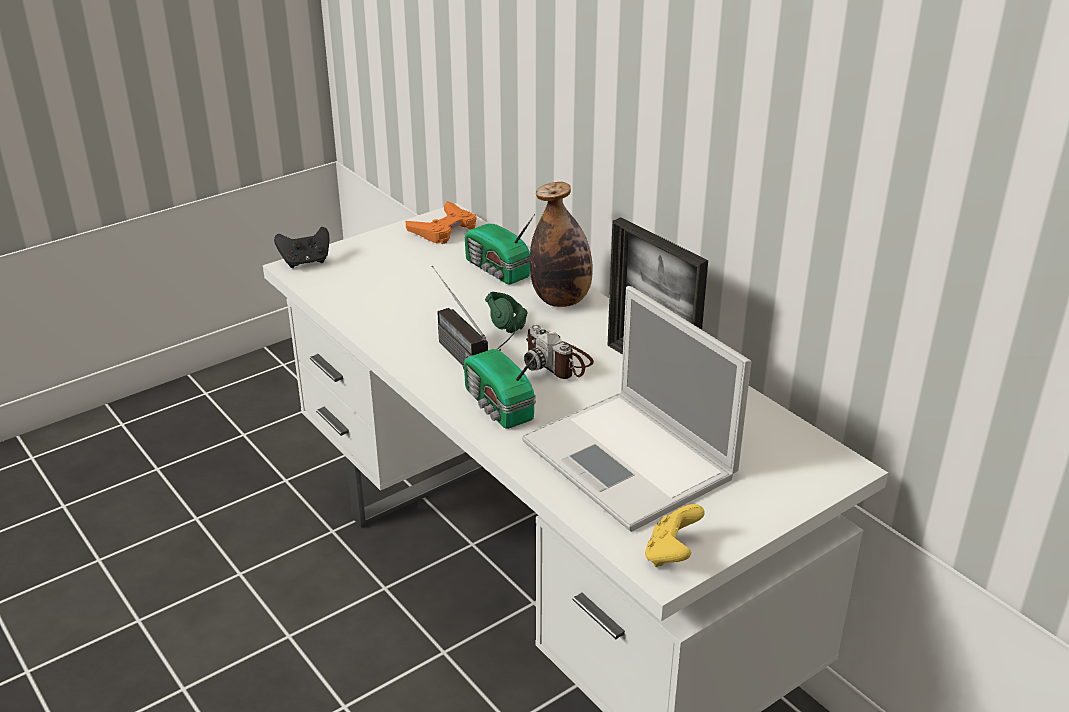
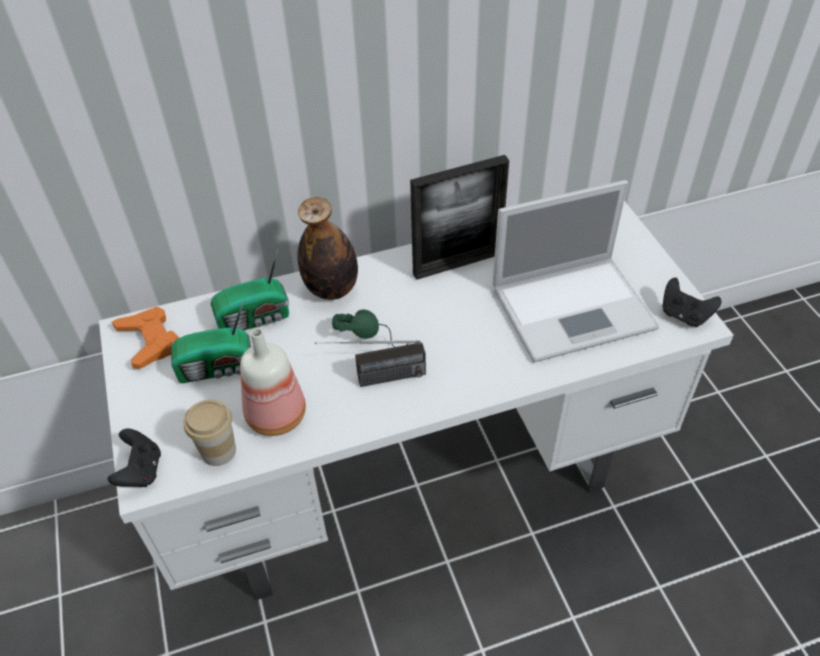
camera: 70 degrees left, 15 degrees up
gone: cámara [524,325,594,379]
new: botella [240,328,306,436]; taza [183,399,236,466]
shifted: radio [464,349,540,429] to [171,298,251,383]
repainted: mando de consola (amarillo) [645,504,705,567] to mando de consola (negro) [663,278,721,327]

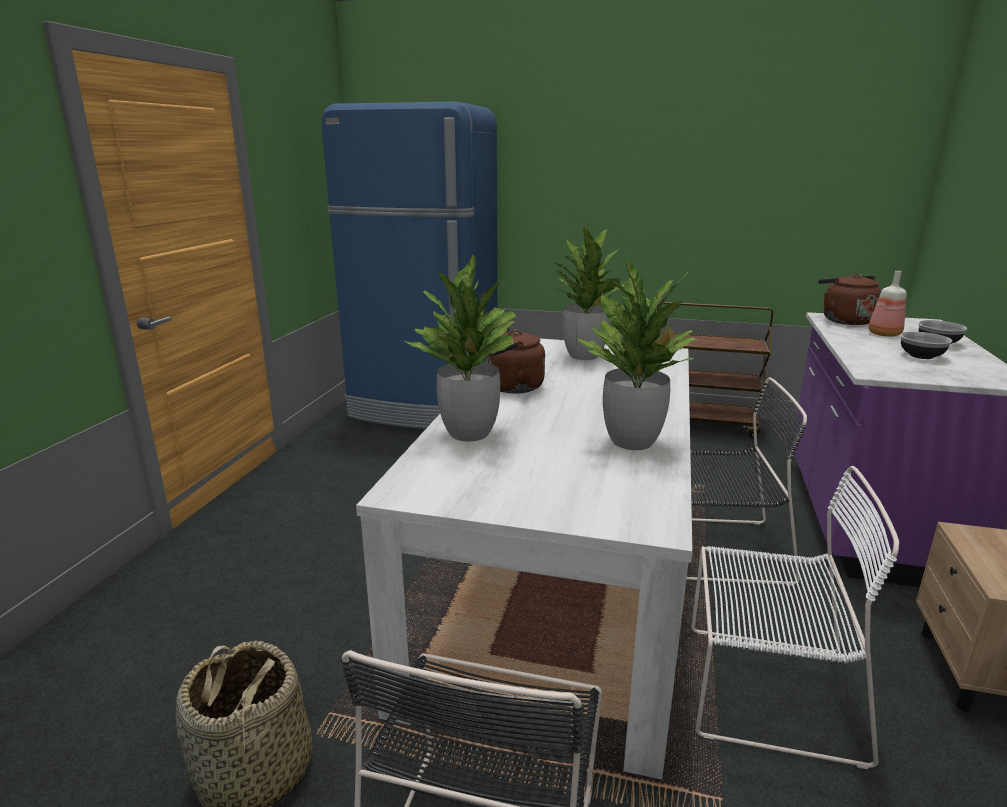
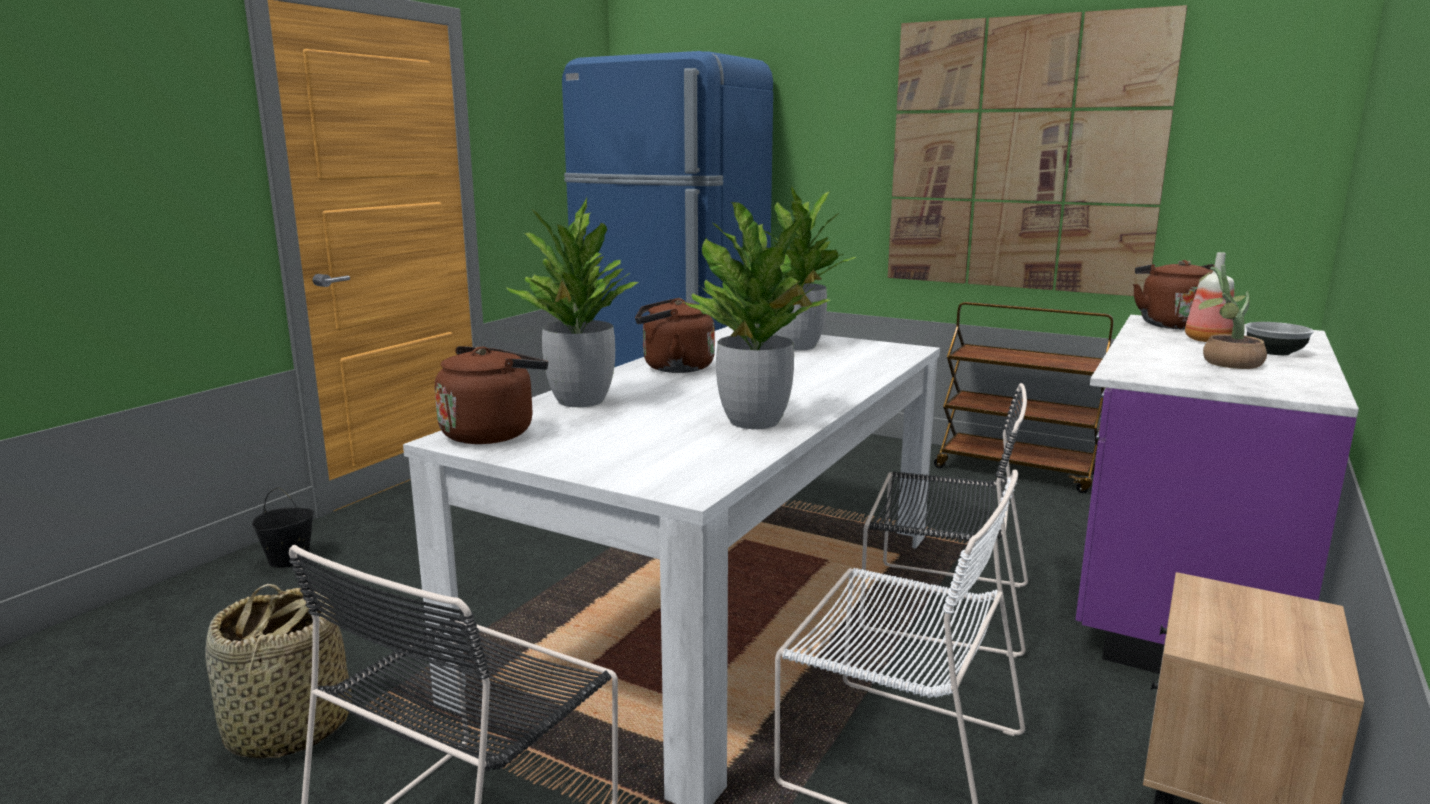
camera: 15 degrees right, 5 degrees down
new: cuadro [888,5,1187,296]; hervidor (marrón) [435,346,548,444]; cubo (negro) [252,487,314,568]
swapped: cuenco [900,332,952,359] to planta en maceta [1198,265,1267,369]

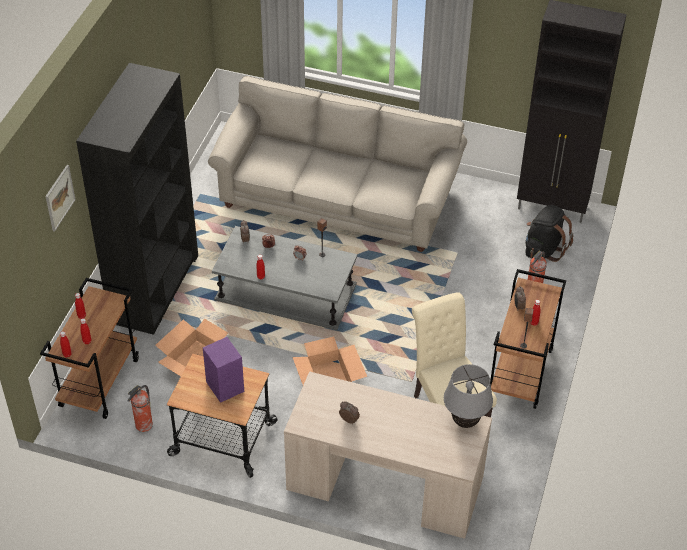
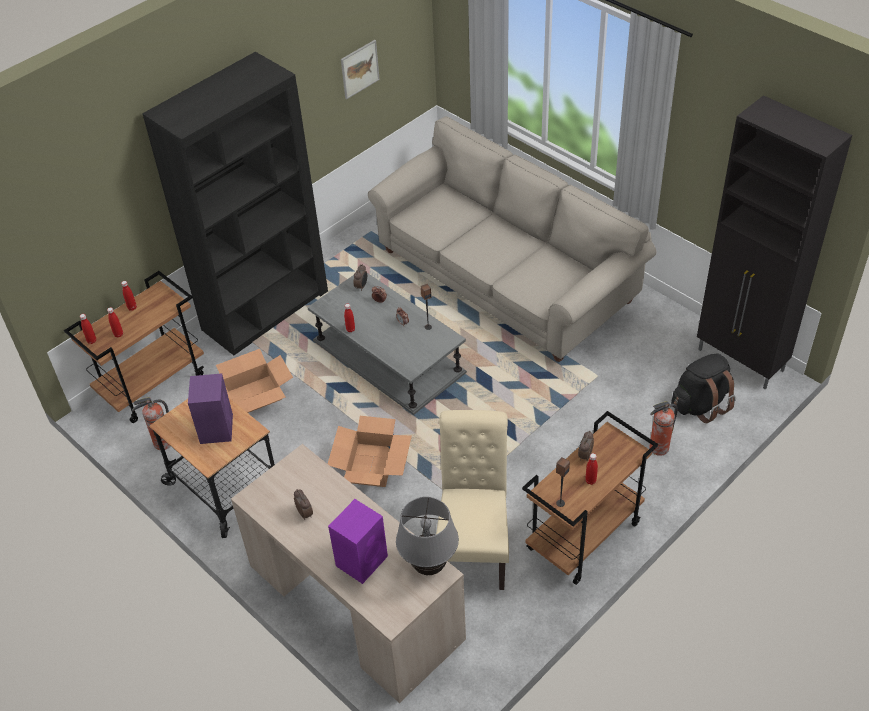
camera: 30 degrees right, 0 degrees up
new: altavoz (morado) [328,499,388,584]
shifted: cuadro [45,165,76,232] to [341,40,380,99]

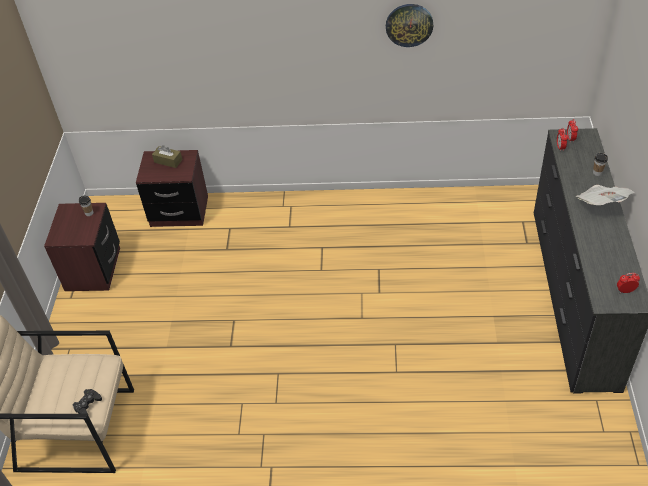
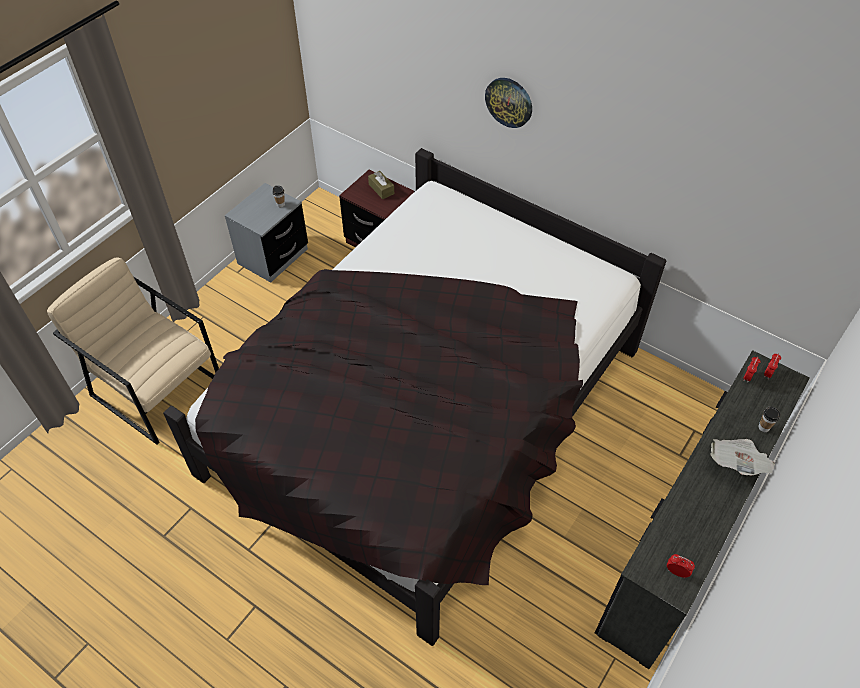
camera: 30 degrees right, 5 degrees up
gone: mando de consola (negro) [73,389,102,414]
new: cama (negro) [163,148,666,646]
shifted: reloj de pared [386,4,433,47] to [485,78,532,128]
repainted: mesita de noche (marrón) [44,203,120,291] to mesita de noche (gris) [225,183,308,283]

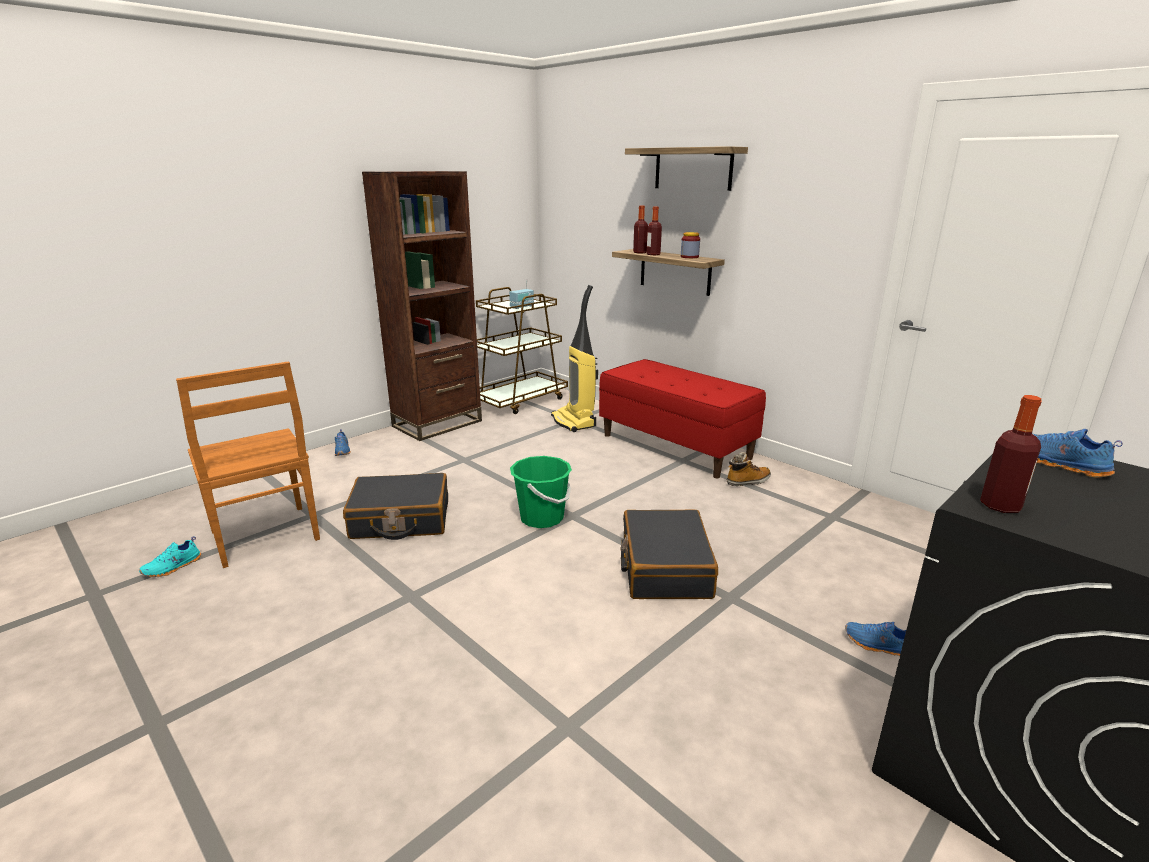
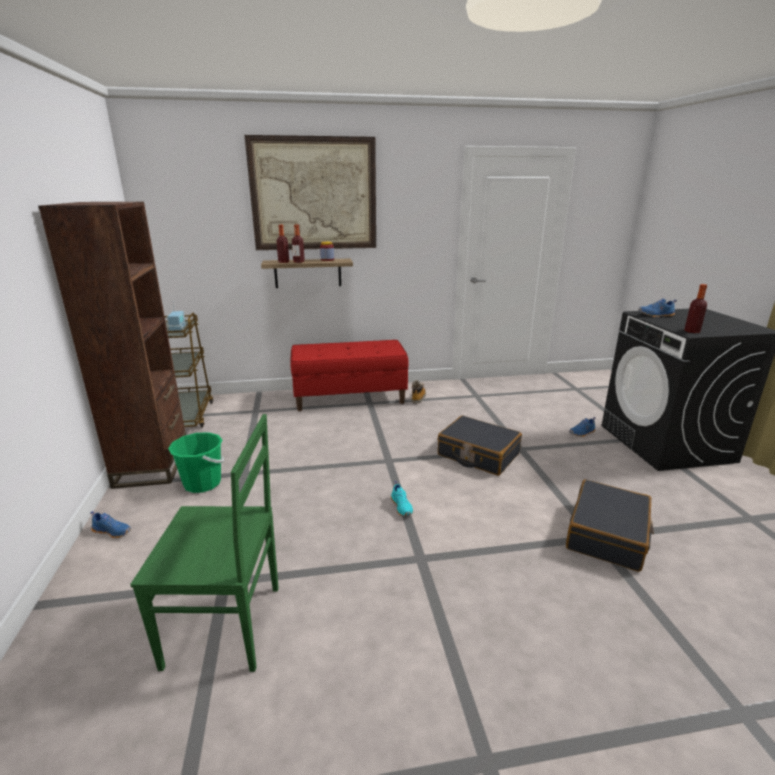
camera: 55 degrees left, 0 degrees up
gone: aspiradora [551,285,598,432]
shifted: cubo (verde) [510,456,572,528] to [168,432,224,493]; maleta (negro) [343,473,448,540] to [566,480,654,572]; zapato (turquesa) [139,536,201,577] to [391,481,413,516]
swapped: estante [625,146,748,191] to cuadro [244,135,376,250]
repainted: silla (marrón) [176,362,320,568] to silla (verde) [130,414,279,672]

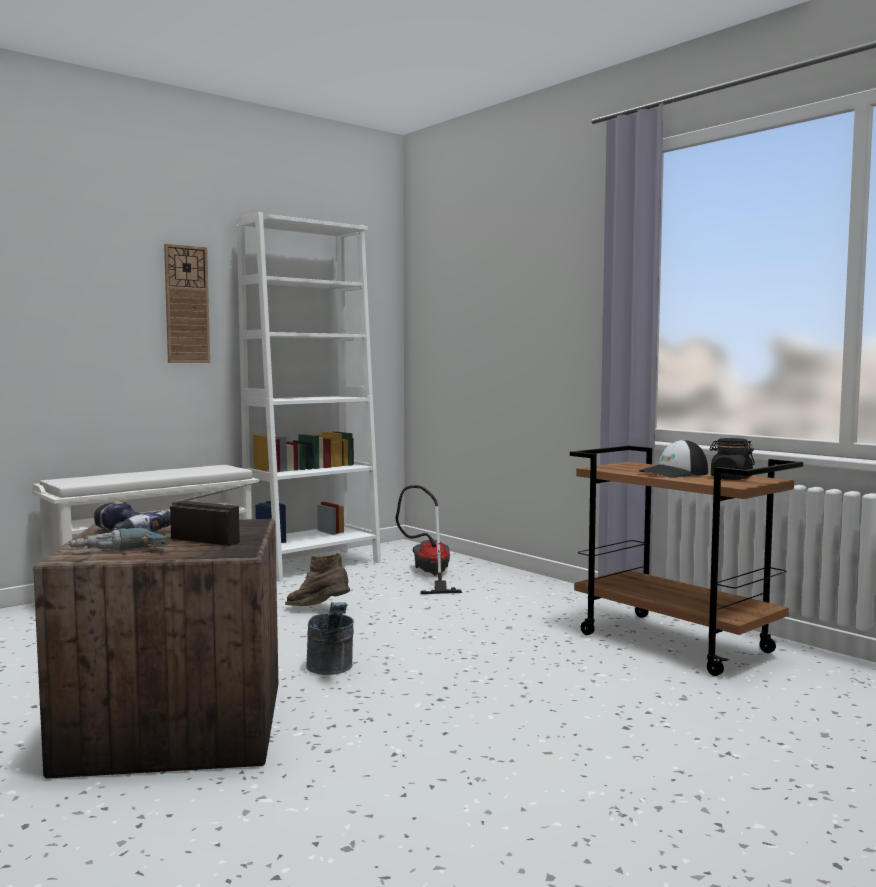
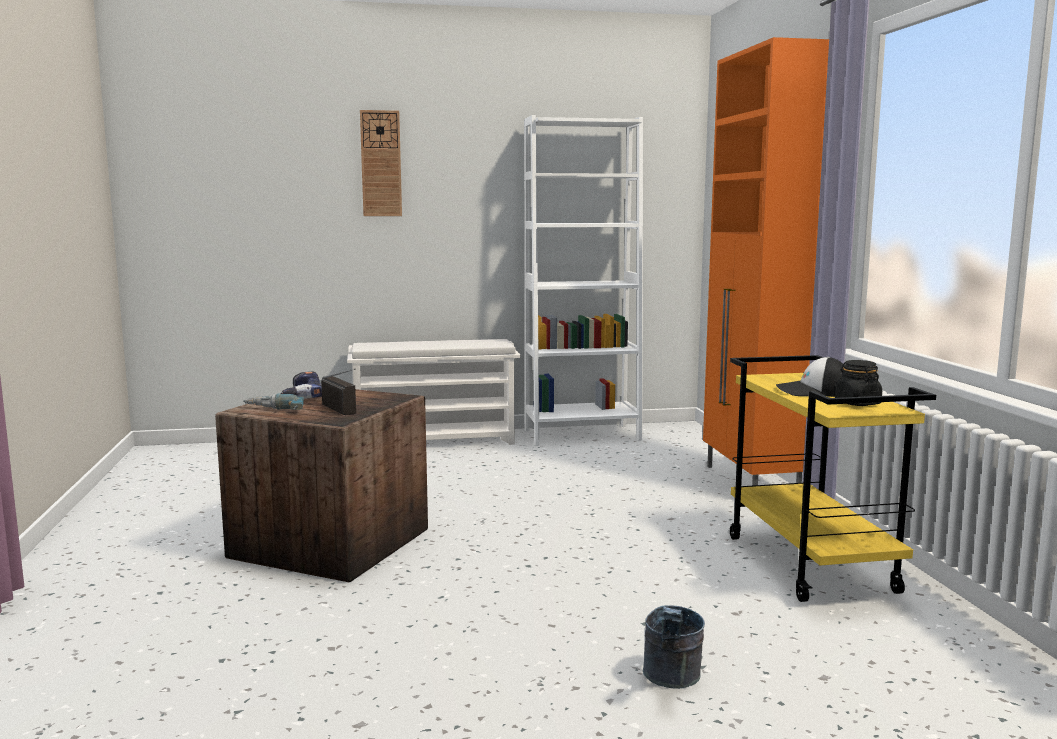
camera: 30 degrees right, 5 degrees up
gone: aspiradora [396,485,462,594]; bota (marrón) [285,553,350,606]
new: armario (naranja) [703,37,829,486]
shifted: reloj de pared [164,244,210,363] to [360,110,402,216]; cubo (gris) [306,602,354,675] to [643,605,705,689]
repainted: carrito (marrón) [570,446,803,676] to carrito (amarillo) [730,355,936,602]

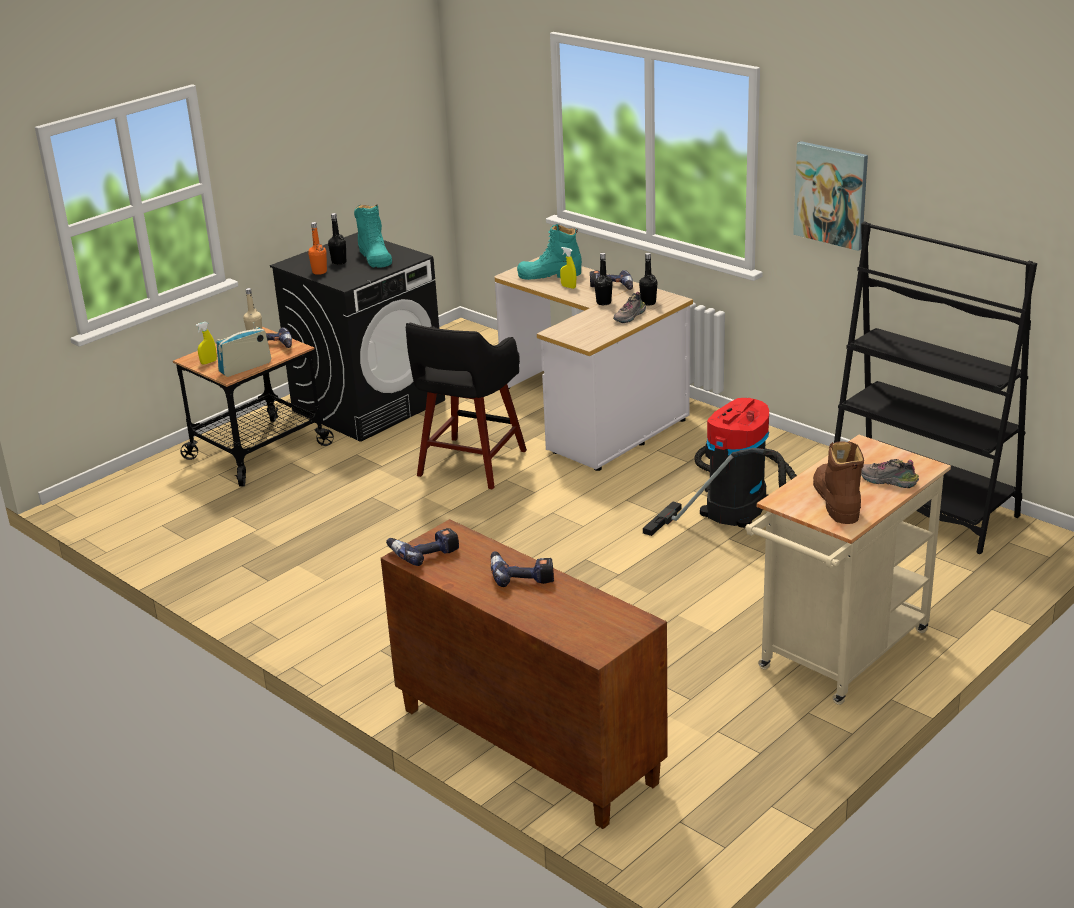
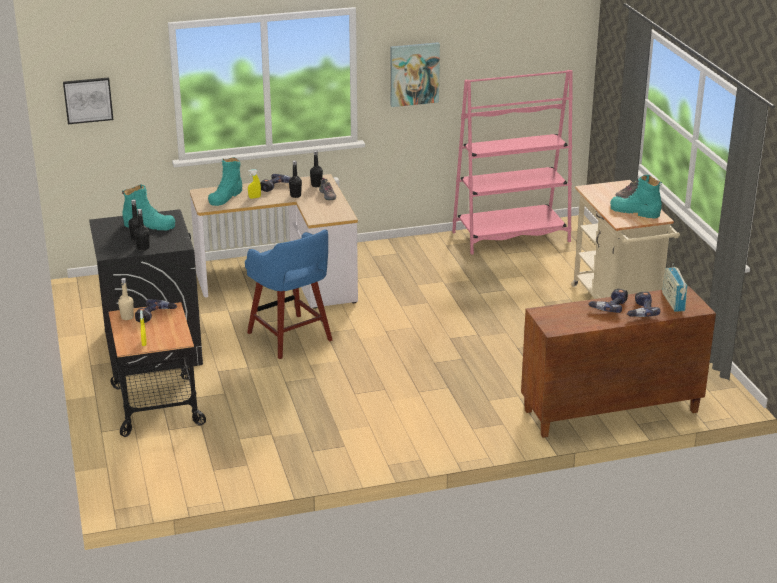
camera: 60 degrees left, 0 degrees up
gone: aspiradora [643,398,797,536]
new: cuadro [63,77,113,124]
shifted: radio [216,322,271,377] to [662,264,687,312]; taladro [386,528,459,566] to [627,292,660,317]
repainted: estantería (negro) [834,221,1037,554] to estantería (rosa) [452,70,573,255]; botella (naranja) [308,222,327,275] to botella (negro) [134,209,149,251]; taburete (negro) [406,322,527,489] to taburete (azul) [245,230,332,359]; bota (marrón) [813,441,864,524] to bota (turquesa) [610,175,662,219]

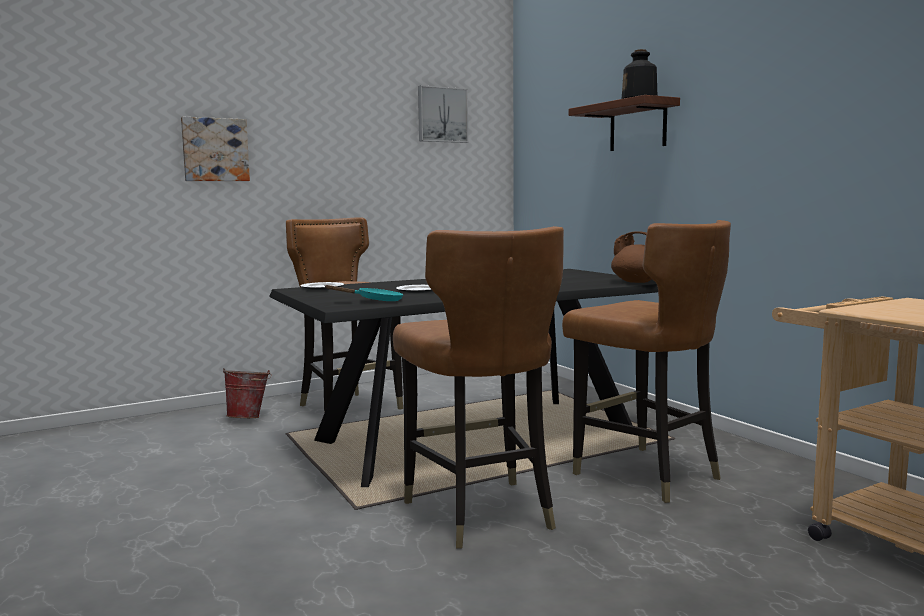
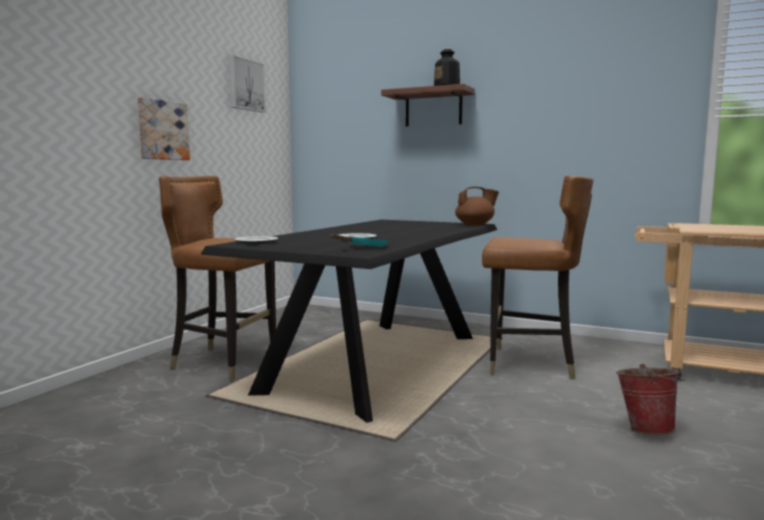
camera: 35 degrees left, 0 degrees up
gone: silla (marrón) [393,226,564,549]
shifted: cuadro [181,117,250,181] to [138,97,190,160]; cubo [223,368,272,418] to [616,364,685,435]

